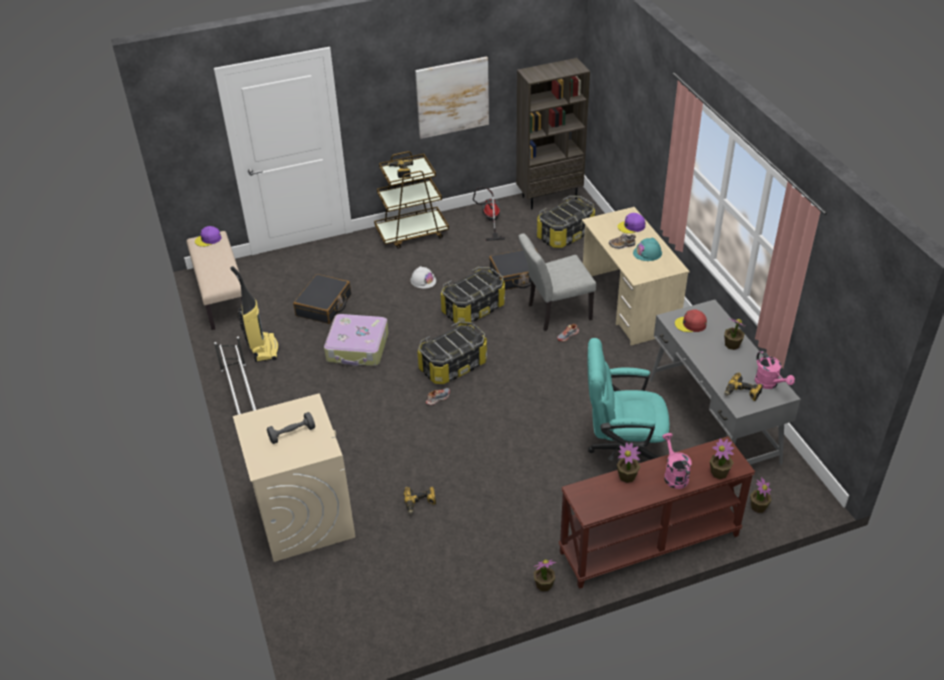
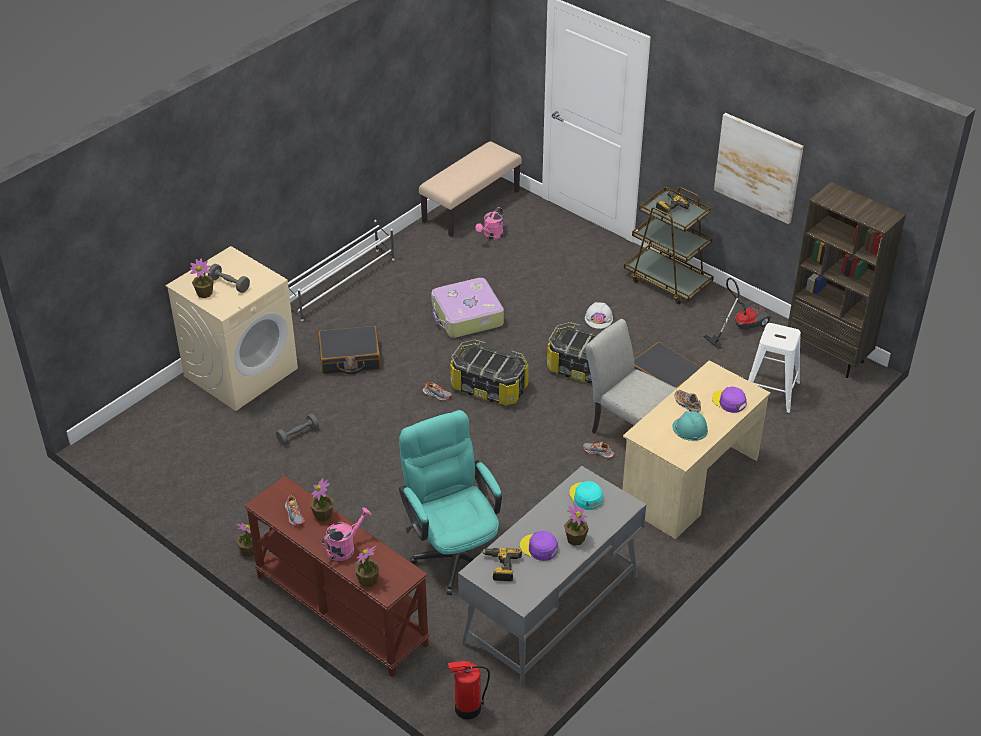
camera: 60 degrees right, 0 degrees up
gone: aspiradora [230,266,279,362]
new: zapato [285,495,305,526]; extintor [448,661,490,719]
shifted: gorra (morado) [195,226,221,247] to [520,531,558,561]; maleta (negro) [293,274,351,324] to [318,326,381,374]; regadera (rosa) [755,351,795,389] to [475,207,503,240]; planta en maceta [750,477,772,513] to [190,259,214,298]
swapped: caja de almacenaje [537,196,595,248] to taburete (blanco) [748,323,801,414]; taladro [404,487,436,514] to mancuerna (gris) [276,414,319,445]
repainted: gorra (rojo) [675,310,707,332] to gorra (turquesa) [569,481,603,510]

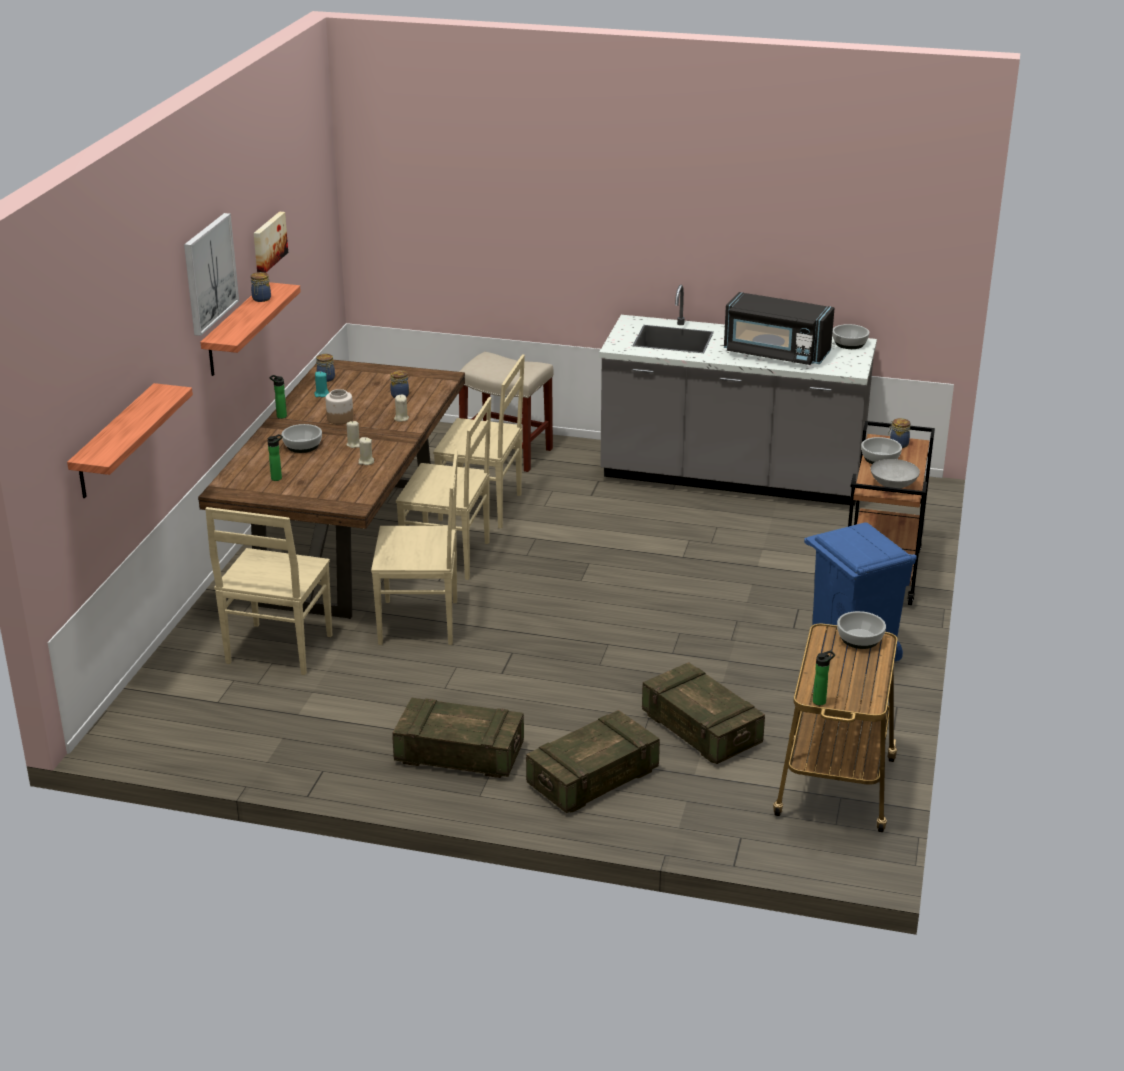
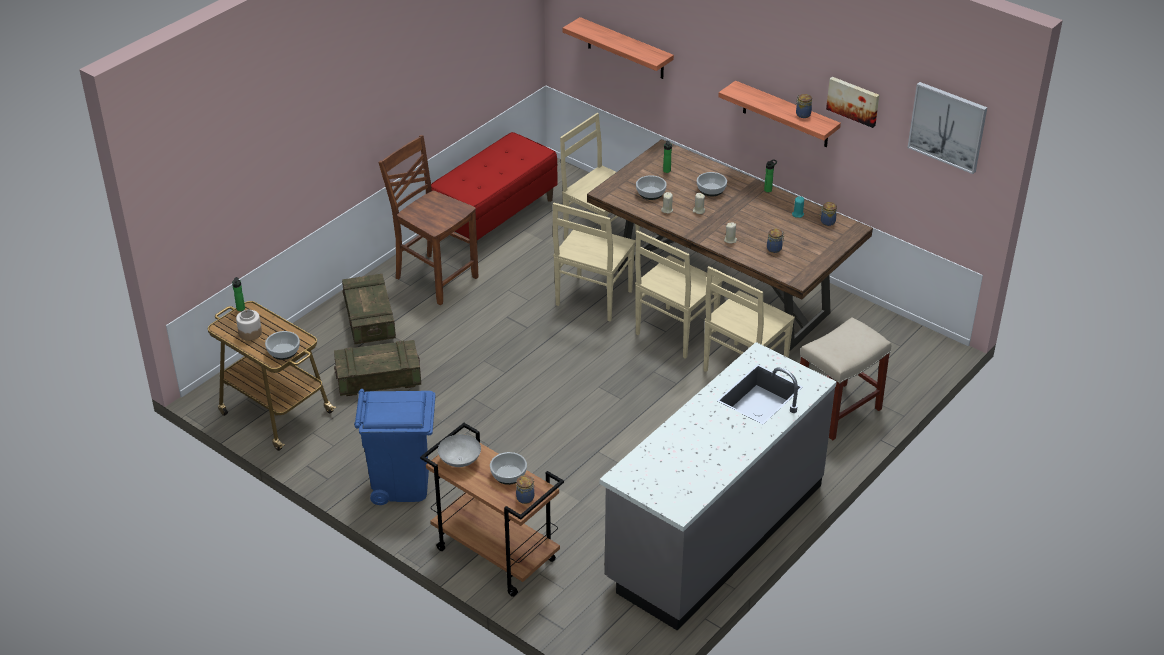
camera: 115 degrees right, 10 degrees up
gone: microondas (negro) [724,292,835,365]
new: banco (rojo) [431,132,558,240]
shifted: cuadro [184,213,239,336] to [907,82,987,174]; cuenco [832,324,869,349] to [636,175,667,200]; tarro [325,389,354,424] to [236,310,262,341]
swapped: caja de embalaje [392,698,524,778] to silla (marrón) [378,135,479,305]

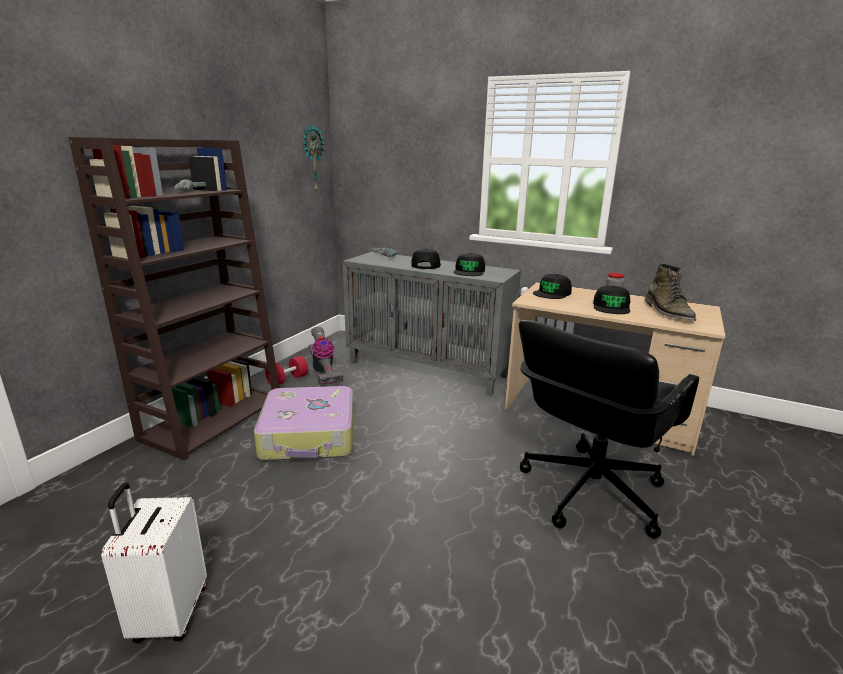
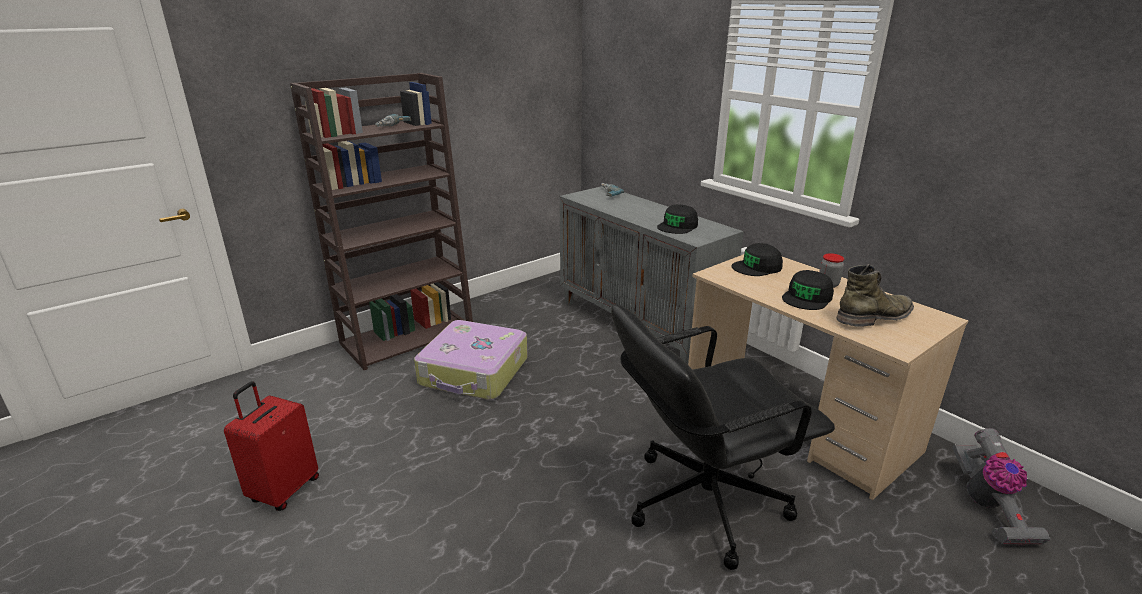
camera: 25 degrees right, 5 degrees up
gone: reloj de pared [302,124,324,193]; gorra (negro) [411,249,441,269]; mancuerna (rojo) [265,356,308,385]
shifted: aspiradora [309,327,344,385] to [952,428,1051,545]
repainted: maleta (blanco) [101,482,207,643] to maleta (rojo) [224,381,319,511]
rotated: bota (verde) [645,264,696,321] = [836,264,914,327] 135 degrees counterclockwise

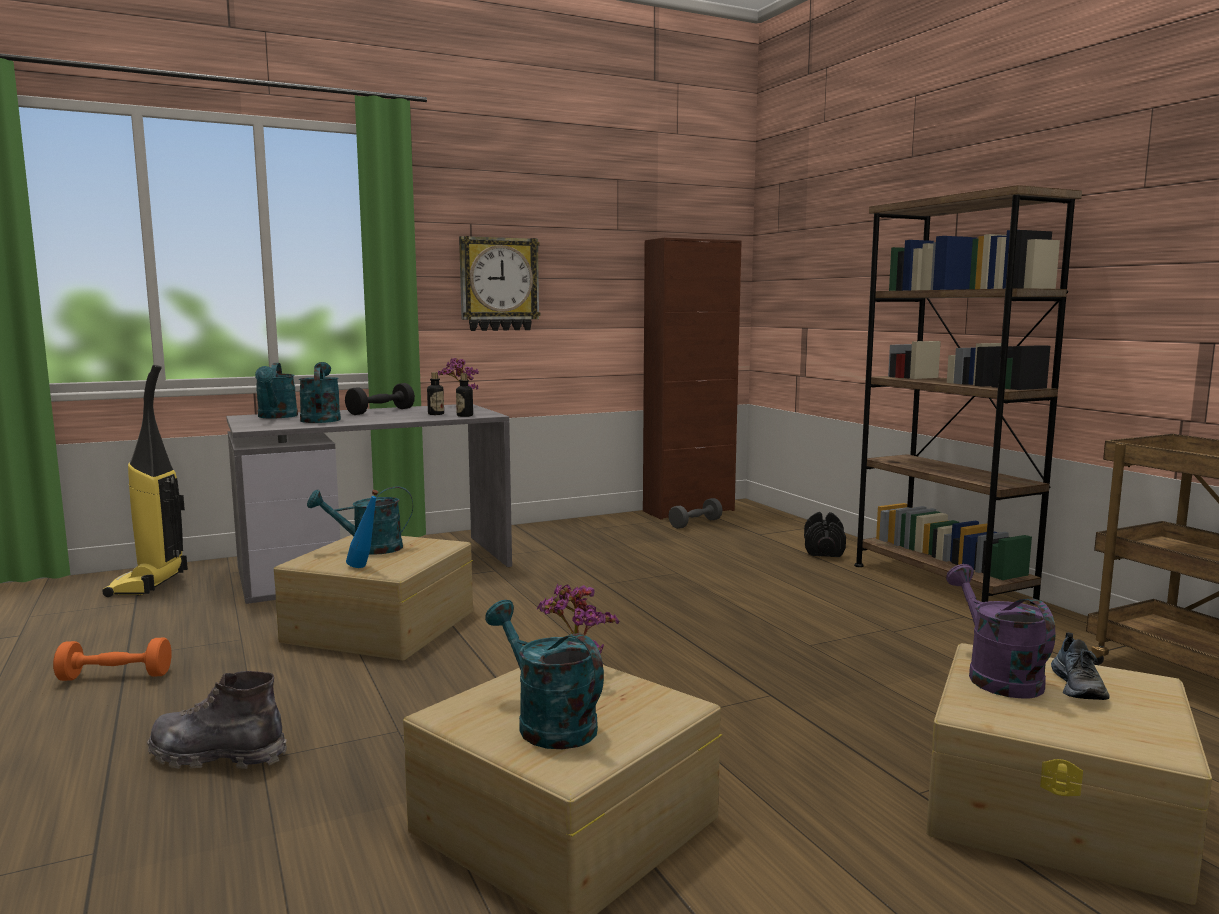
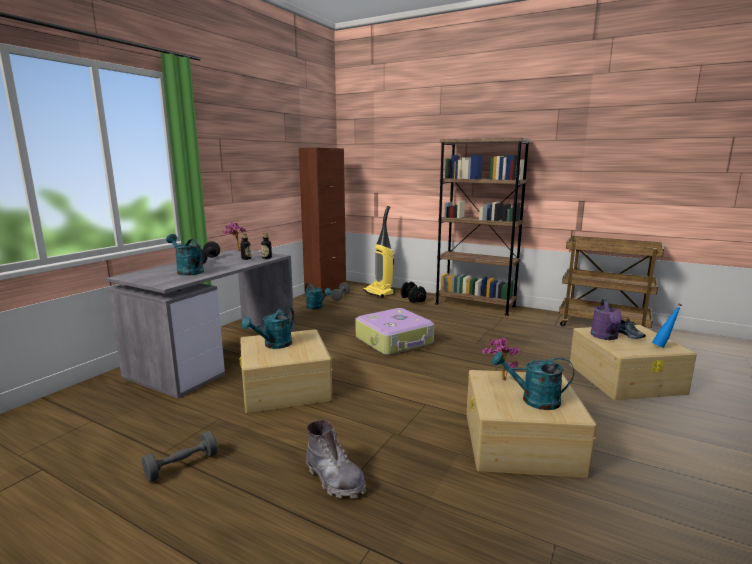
camera: 35 degrees left, 5 degrees up
gone: reloj de pared [459,236,541,331]
new: maleta [355,308,434,355]
shifted: regadera (turquesa) [255,363,298,419] to [305,283,332,309]; aspiradora [102,364,188,597] to [363,206,395,298]; botella (azul) [346,490,378,568] to [652,304,682,348]
repainted: mancuerna (naranja) [53,637,172,681] to mancuerna (gris) [142,431,217,482]
rotated: regadera (morado) [946,564,1055,699] = [591,299,622,340] 120 degrees counterclockwise; bota (gris) [147,671,287,769] = [306,420,366,499] 105 degrees counterclockwise

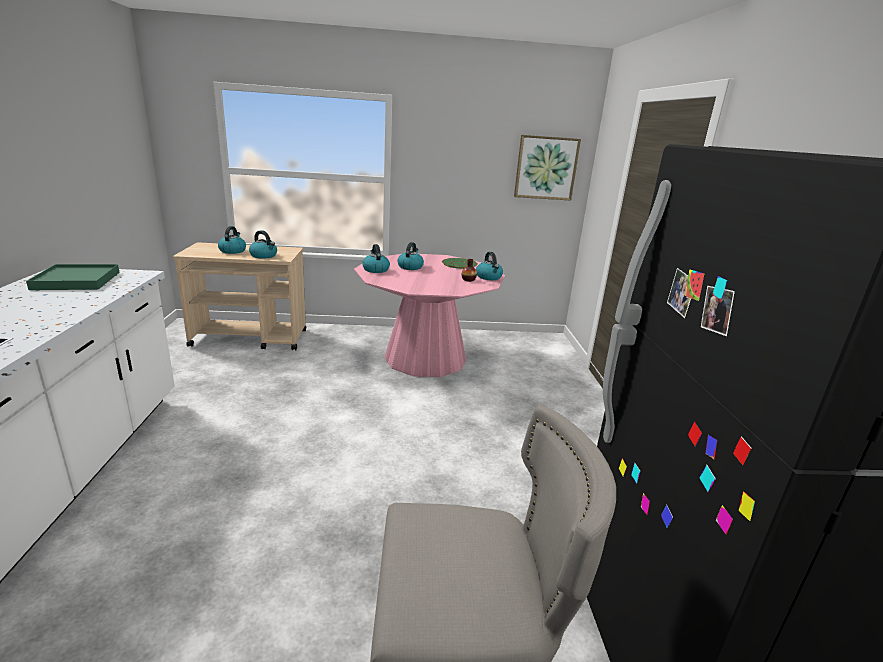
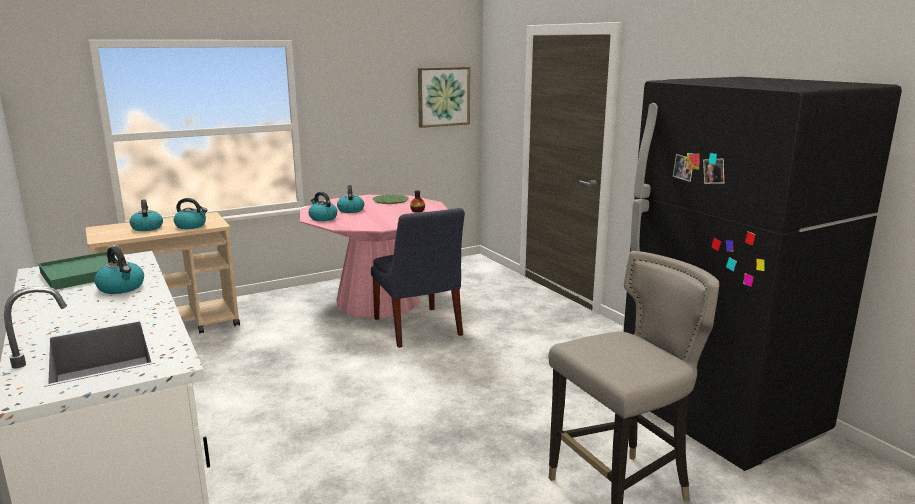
camera: 25 degrees left, 5 degrees down
new: silla (azul) [371,208,465,348]
shifted: hervidor [476,252,503,280] to [94,246,144,294]

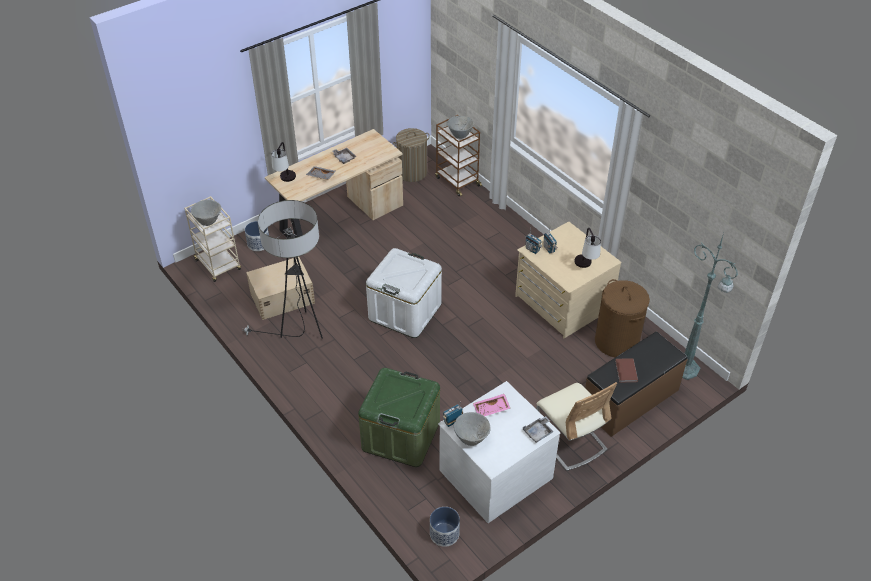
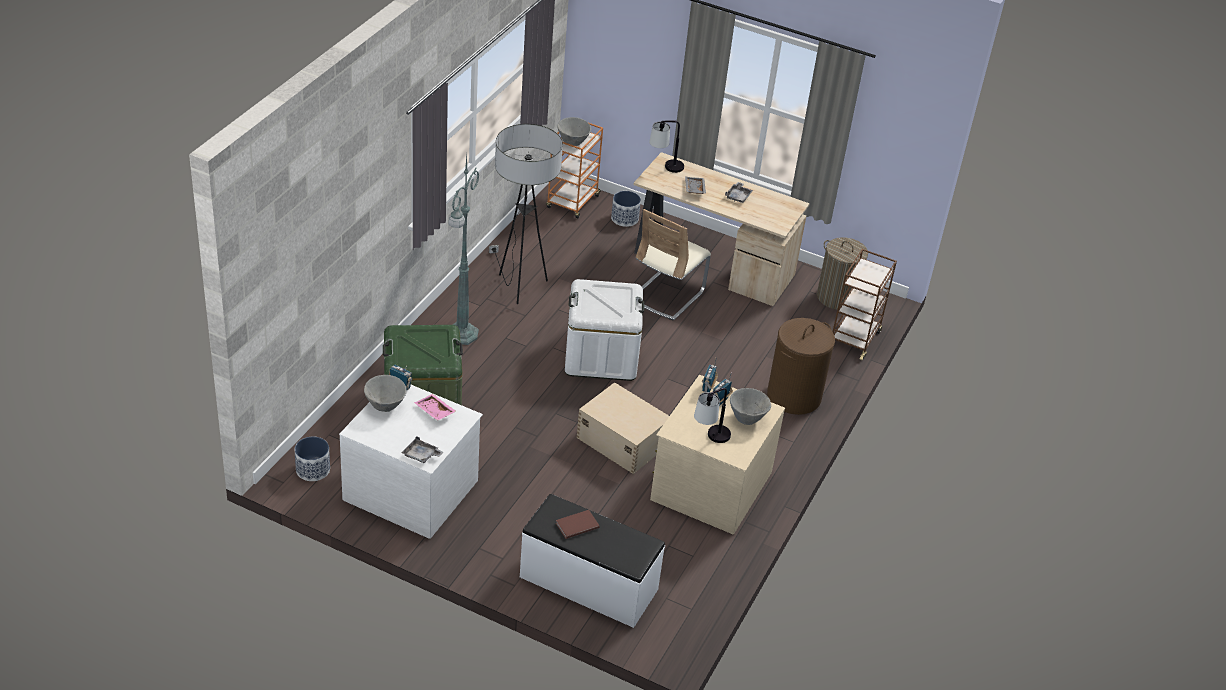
camera: 60 degrees right, 5 degrees down
shifted: cuenco (gris) [447,116,474,139] to [730,388,771,425]; lámpara de pie (verde) [682,233,738,380] to [448,154,479,345]; caja de almacenaje (beis) [246,257,315,320] to [576,382,669,474]; cesto de la ropa (marrón) [595,279,650,357] to [767,318,835,415]; silla (beis) [536,382,617,471] to [635,209,711,321]
repainted: carrito (beis) [184,196,241,282] to carrito (naranja) [546,123,603,219]; banco (marrón) [585,332,688,437] to banco (blanco) [520,494,665,628]

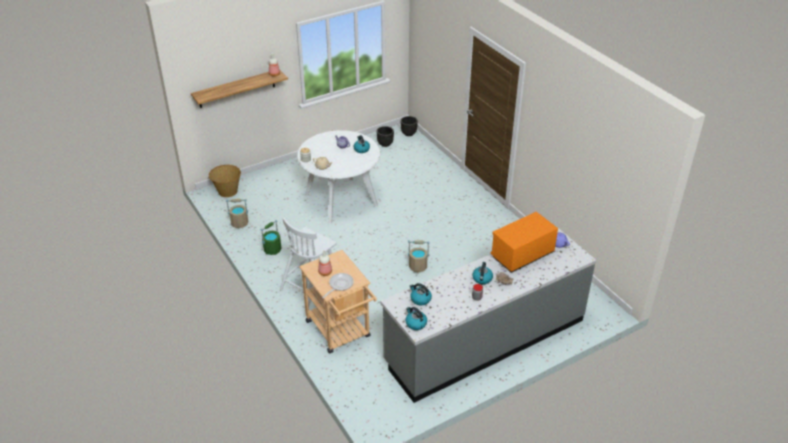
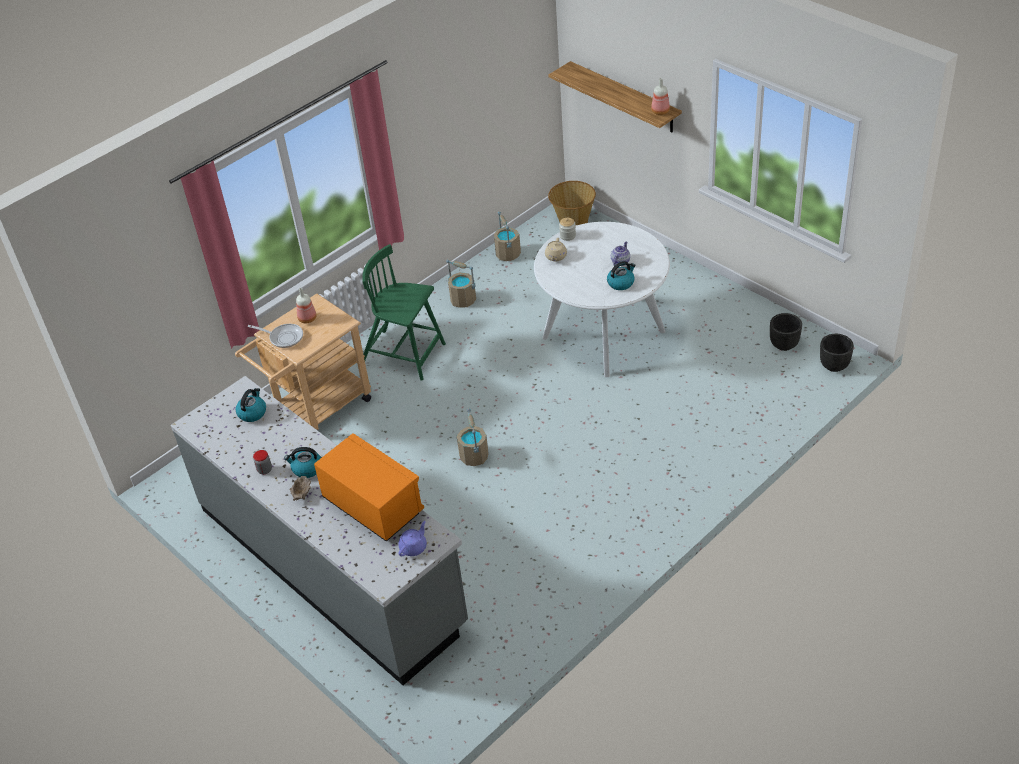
camera: 80 degrees right, 5 degrees up
gone: hervidor [405,307,427,330]
repainted: silla (blanco) [280,218,337,305] to silla (verde) [362,244,446,381]; cubo (verde) [261,220,282,255] to cubo (beis) [446,260,476,308]

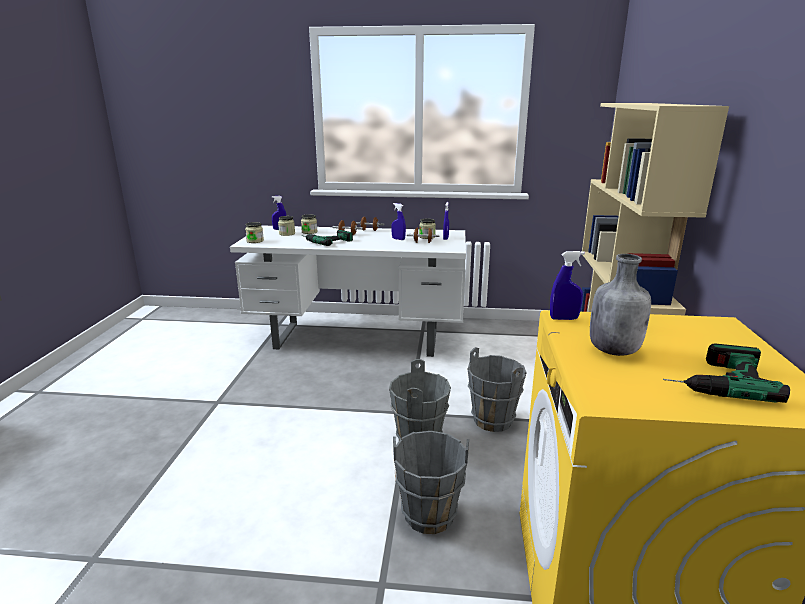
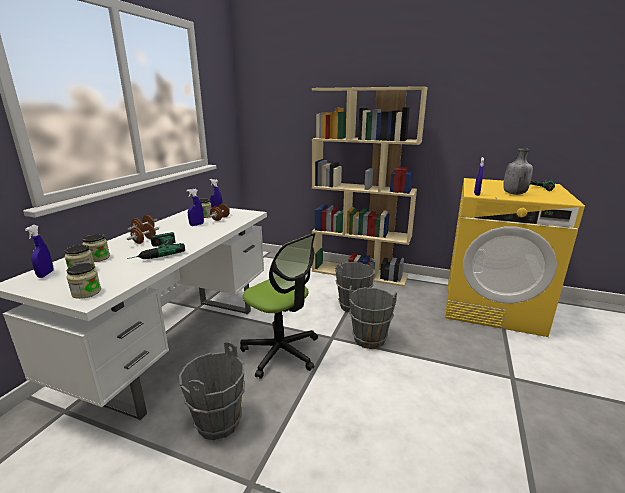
camera: 75 degrees left, 0 degrees up
new: silla de oficina [240,233,318,379]
shifted: cubo (gris) [393,431,469,534] to [179,341,245,440]

